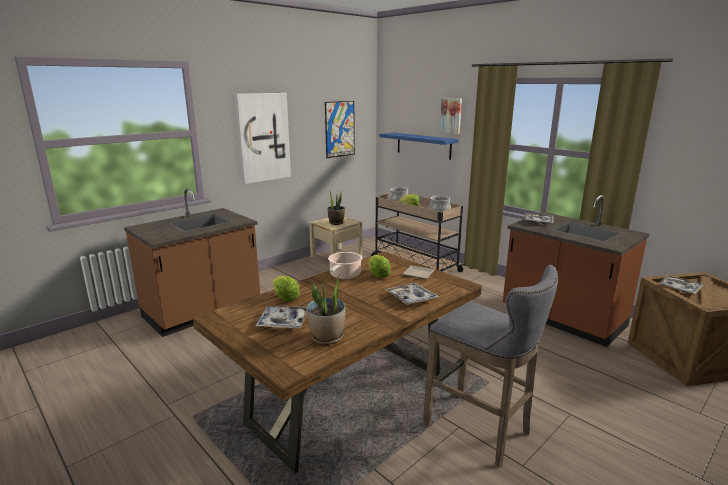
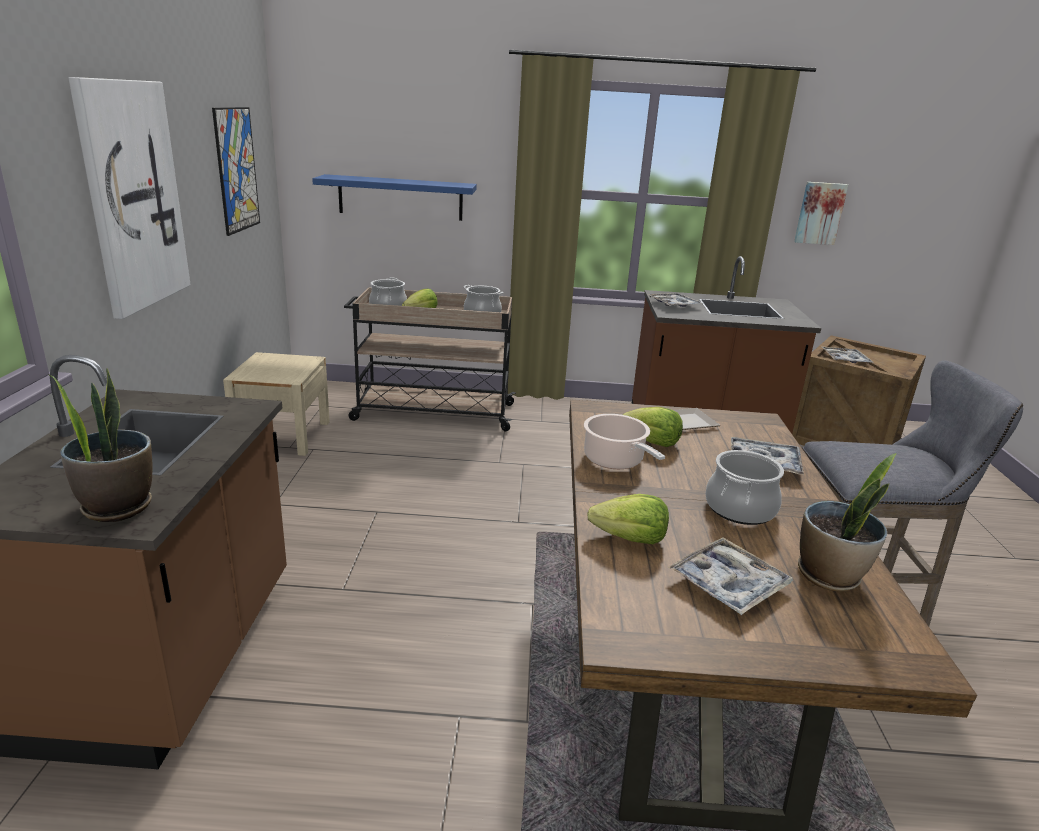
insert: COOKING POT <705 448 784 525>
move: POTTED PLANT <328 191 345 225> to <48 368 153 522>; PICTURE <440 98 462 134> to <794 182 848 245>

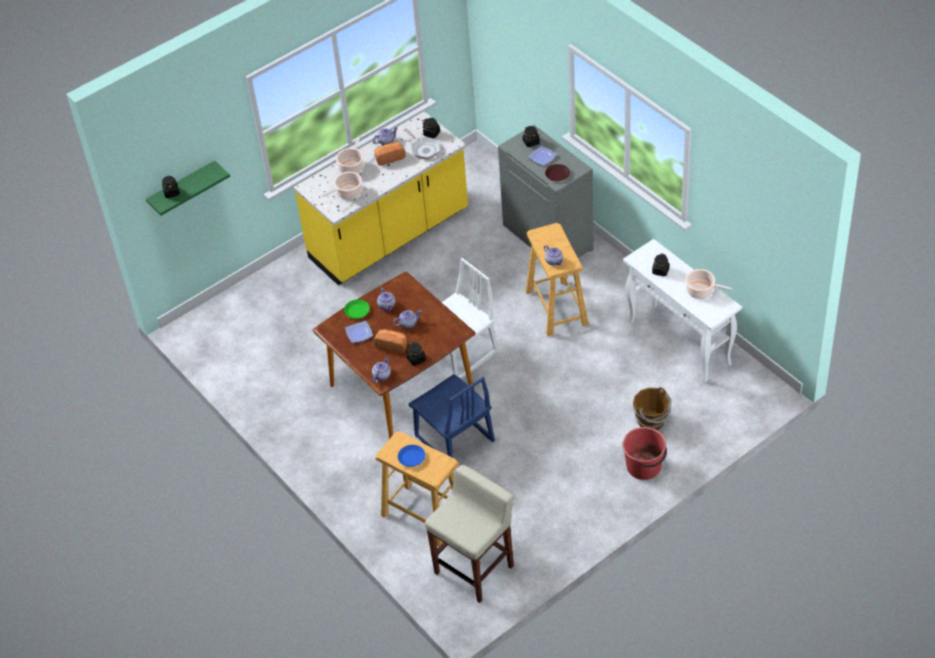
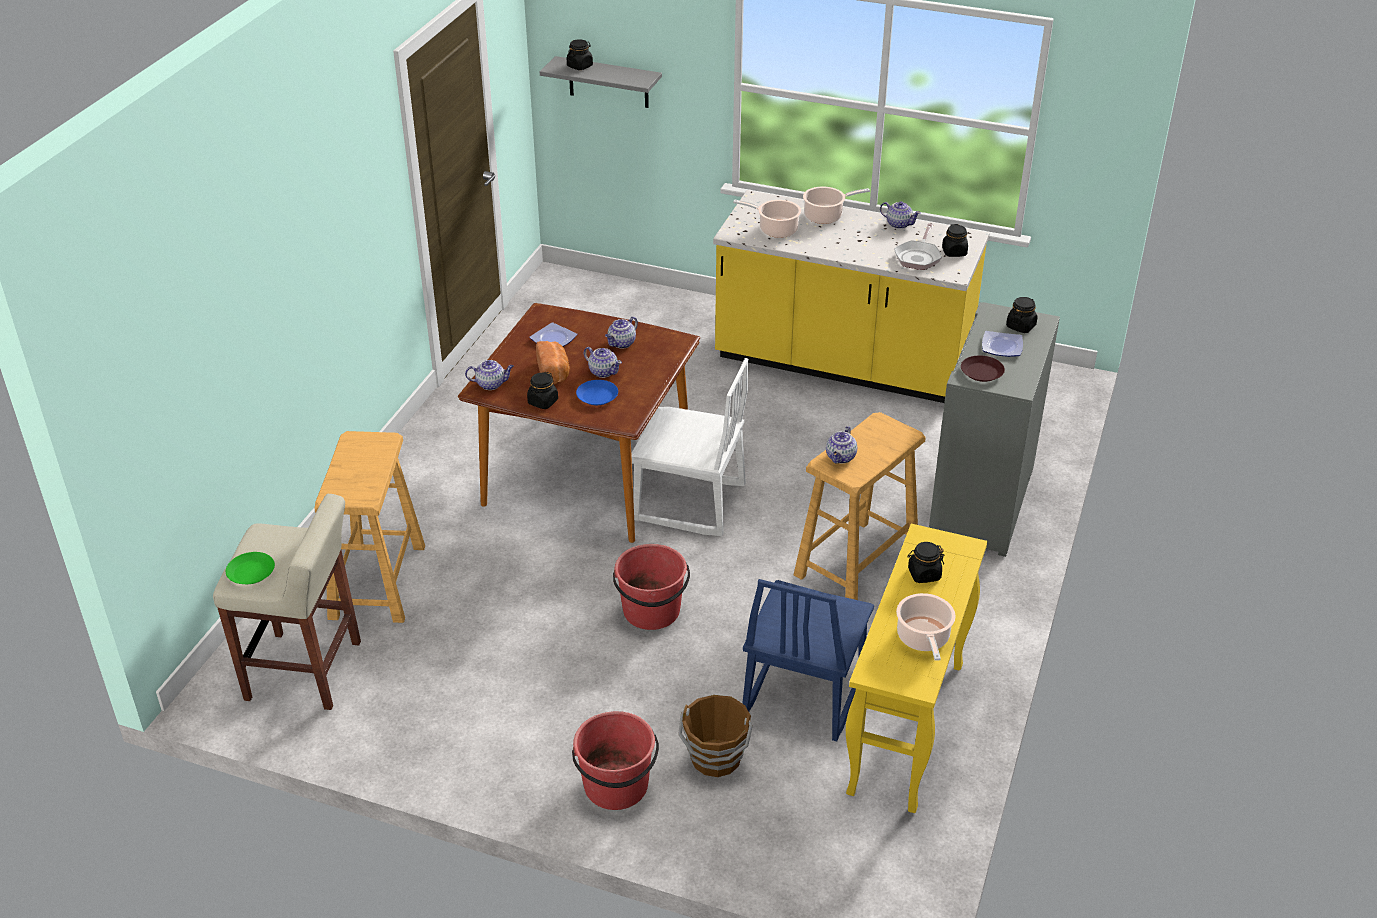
delete: BREAD <375 142 405 166>
insert: RED BUCKET <613 544 690 630>
move: GREEN PLATE <344 299 370 319> to <226 552 275 584>; BLUE PLATE <398 445 425 467> to <576 380 618 405>; BLUE CHAIR <408 374 495 458> to <742 579 874 741>
recolor: GREEN SHELF <146 161 230 216> to GREY SHELF <540 56 662 108>; WHITE CONSOLE TABLE <623 239 742 383> to YELLOW CONSOLE TABLE <846 524 987 813>

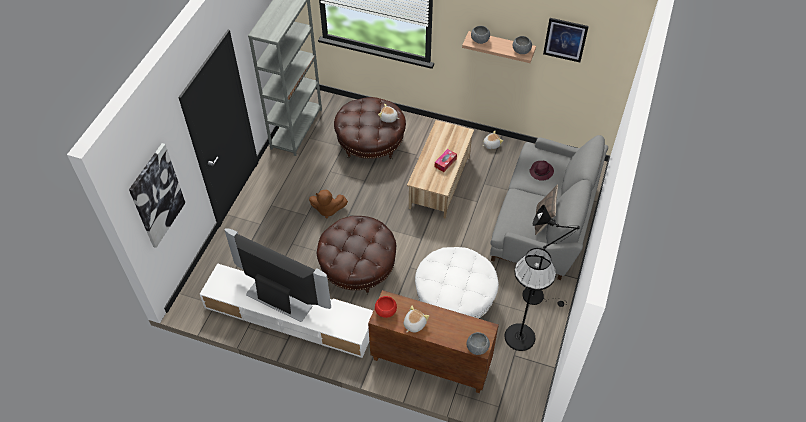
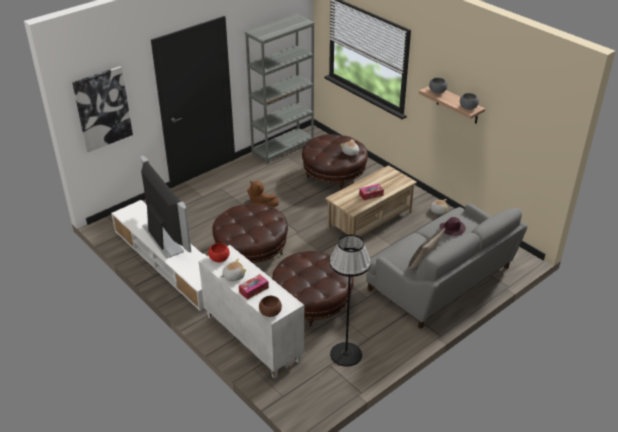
delete: BLACK FLOOR LAMP <523 205 580 307>; PICTURE <543 18 589 62>
insert: TISSUE BOX <239 274 269 300>
recolor: BROWN CABINET <368 290 499 393> to WHITE CABINET <199 245 304 379>; WHITE OTTOMAN <415 247 499 319> to BROWN OTTOMAN <272 251 354 329>; GREY BOWL <467 332 490 355> to BROWN BOWL <259 296 282 317>

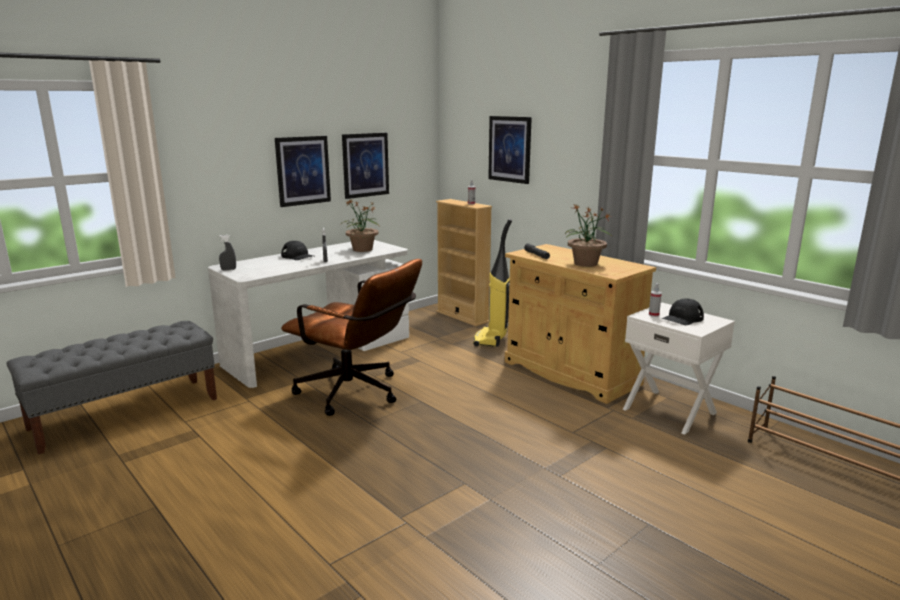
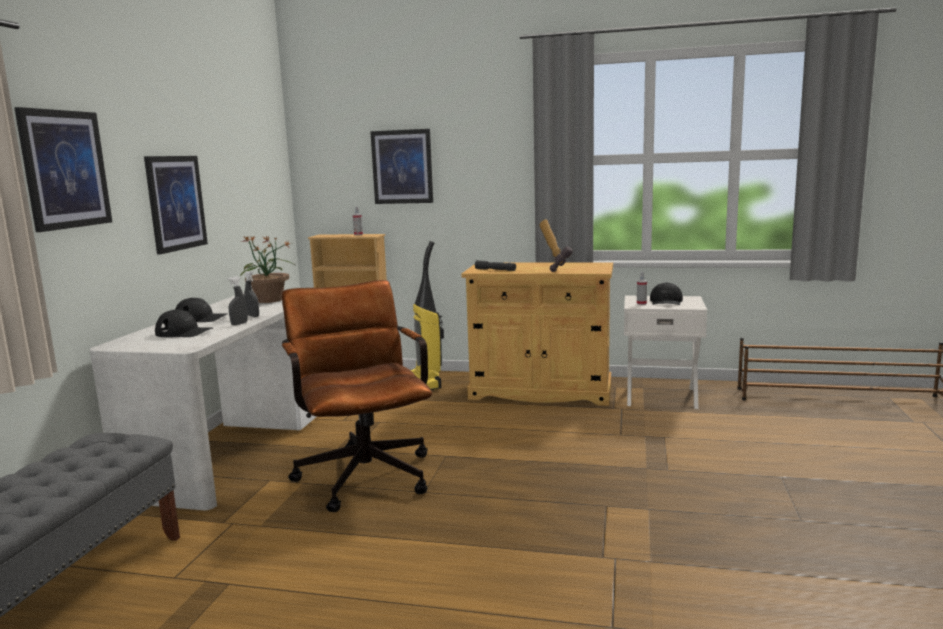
insert: BLACK CAP <155 310 213 337>
move: GREY SPRAY BOTTLE <219 235 236 270> to <227 276 248 325>; PICTURE <342 133 389 199> to <14 107 112 232>
replace: POTTED PLANT <565 204 613 267> to HAMMER <539 219 573 272>
rotate: BROWN OFFICE CHAIR <281 259 422 416> = <282 280 432 512> 105 degrees counterclockwise

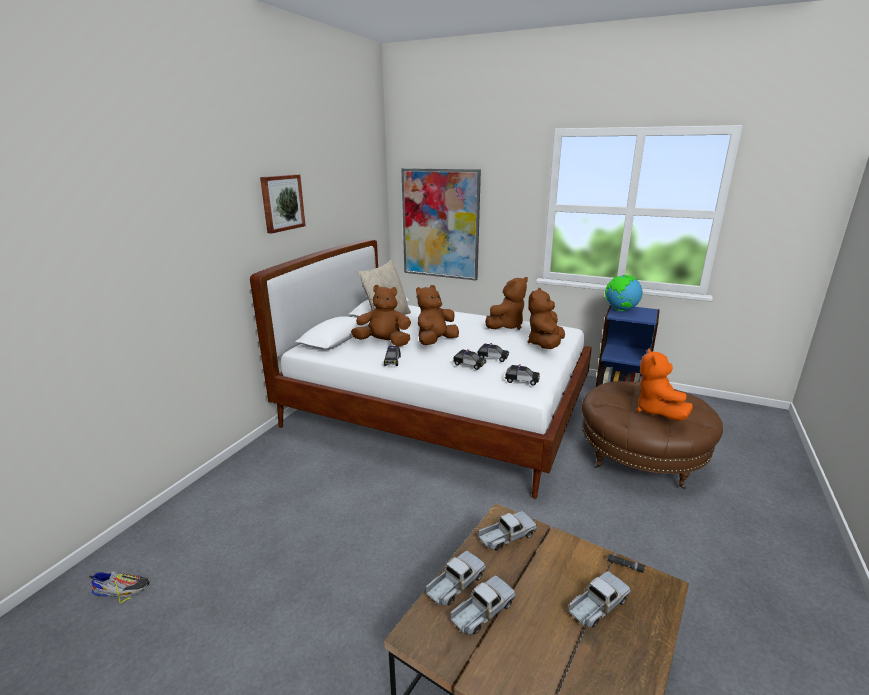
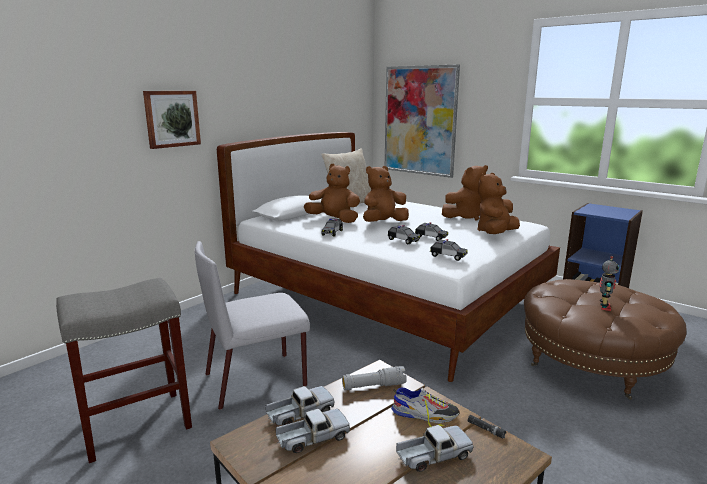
delete: GLOBE <605 275 642 311>
insert: GREY STOOL <56 278 192 463>; GREY CHAIR <195 241 310 410>
move: SHOE <90 571 150 603> to <391 387 460 427>; PICTURE <260 174 306 234> to <143 91 201 149>
replace: TOY TRUCK <478 511 537 551> to GREY FLASHLIGHT <342 366 407 390>; ORANGE PLUSH TOY <637 348 693 421> to TOY ROBOT <599 256 619 311>

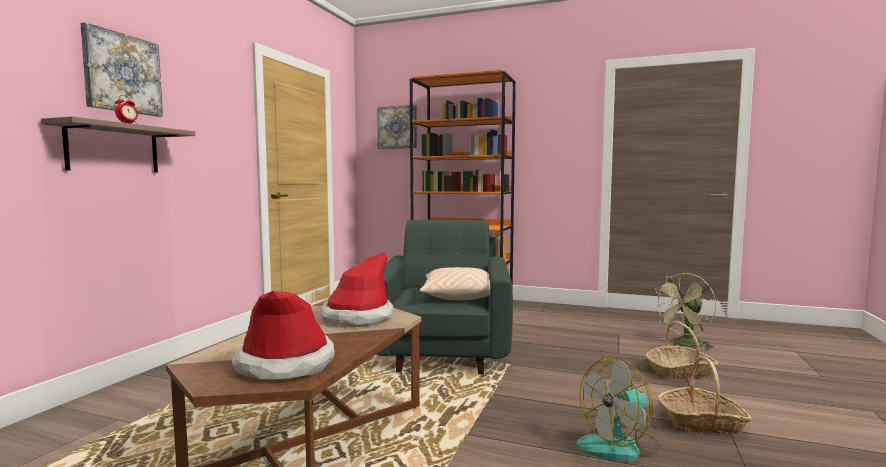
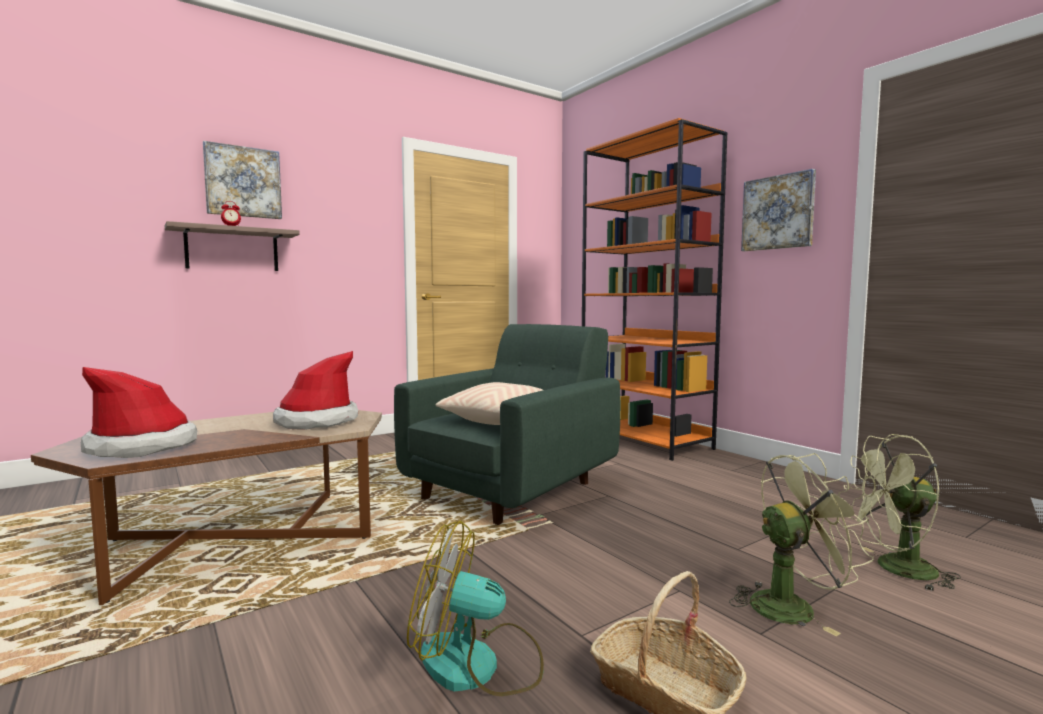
move: PICTURE <377 105 417 149> to <741 169 816 251>
replace: BASKET <646 321 718 380> to GREEN FAN <729 453 874 636>

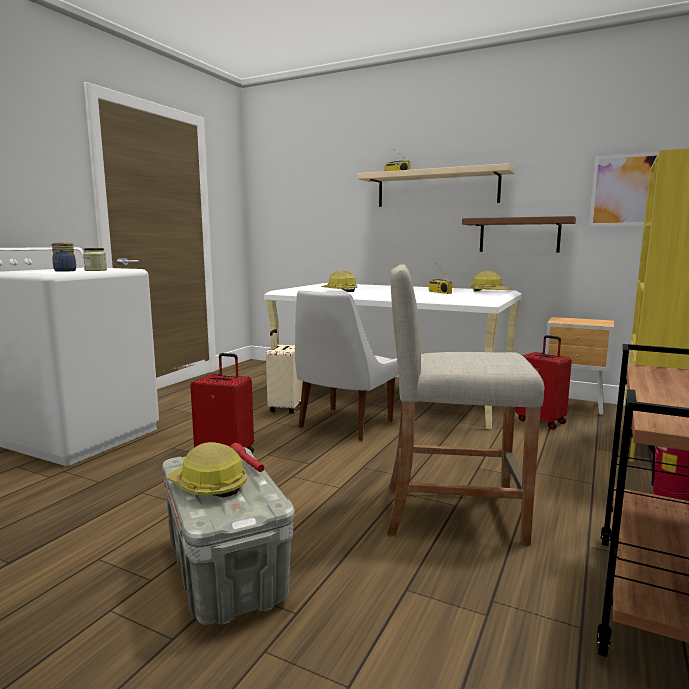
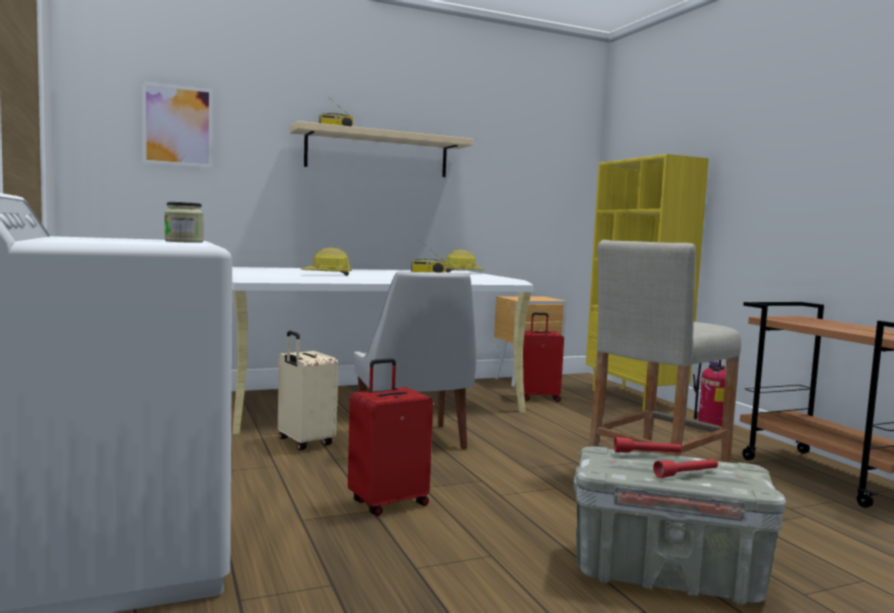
delete: JAR <52 242 76 272>; BROWN SHELF <462 216 576 252>
move: PICTURE <589 152 659 226> to <142 81 213 168>
replace: HARD HAT <166 442 247 498> to RED FLASHLIGHT <653 459 718 478>

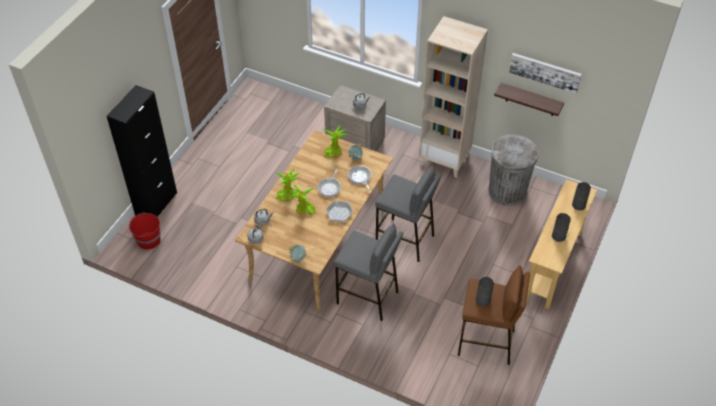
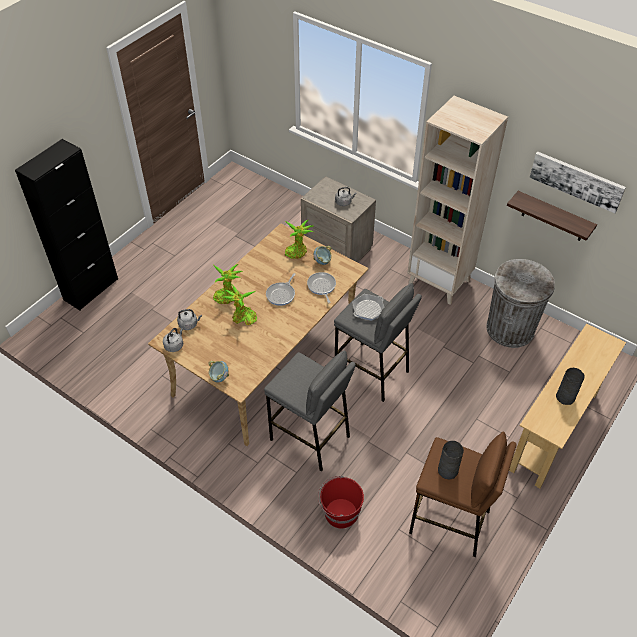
delete: GREY VASE <572 182 591 210>
move: RED BUCKET <128 212 161 249> to <318 476 364 529>; FRYING PAN <326 201 353 222> to <352 294 384 321>

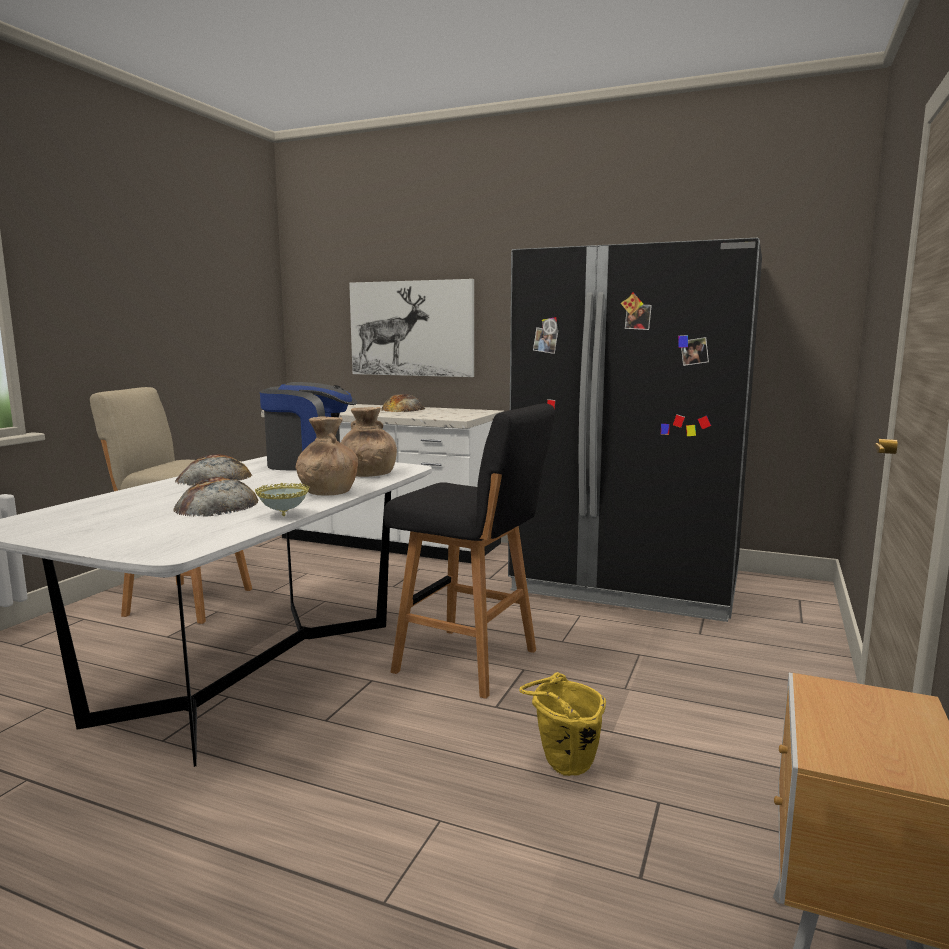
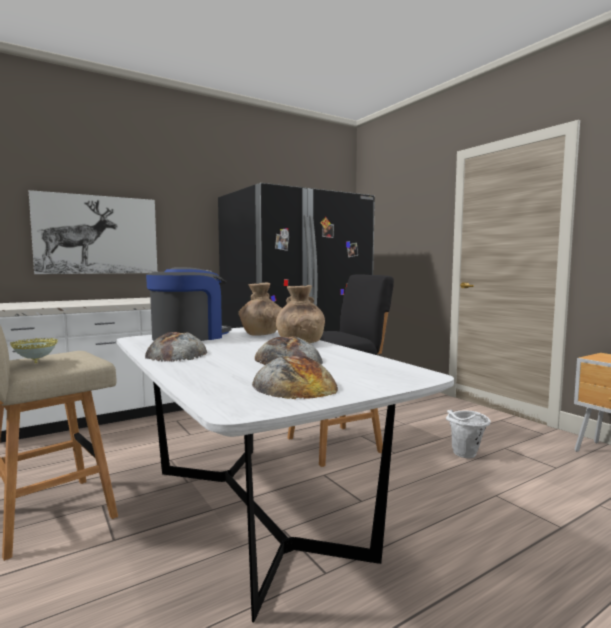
move: BOWL <255 483 309 516> to <10 338 58 363>; BREAD <381 394 425 412> to <252 355 338 399>
recolor: YELLOW BUCKET <519 672 606 776> to WHITE BUCKET <446 410 491 458>

